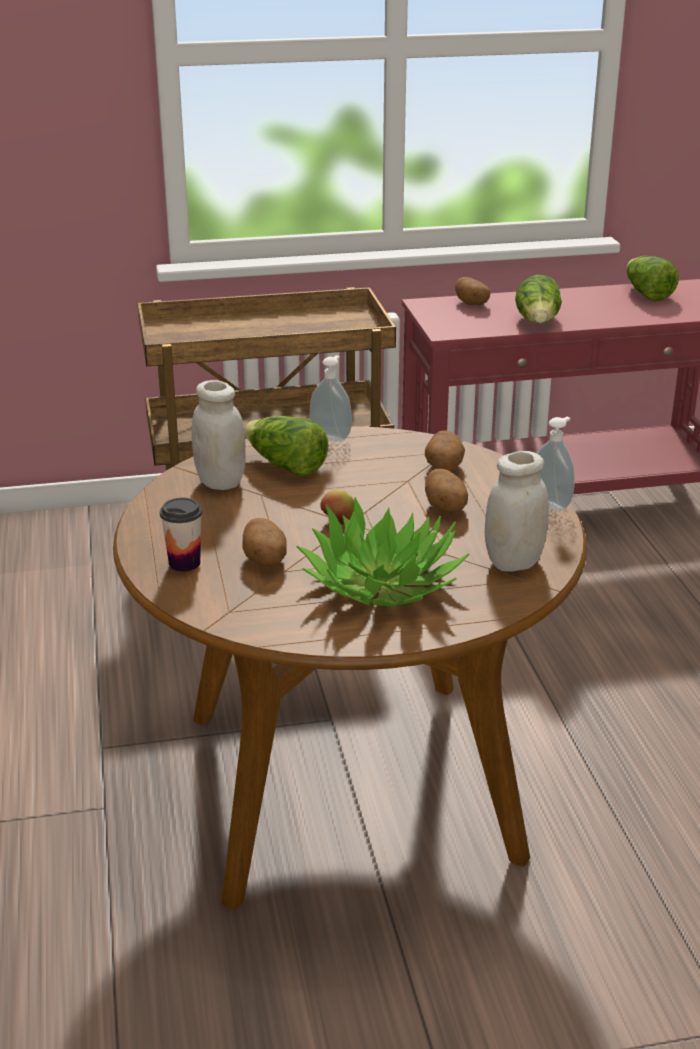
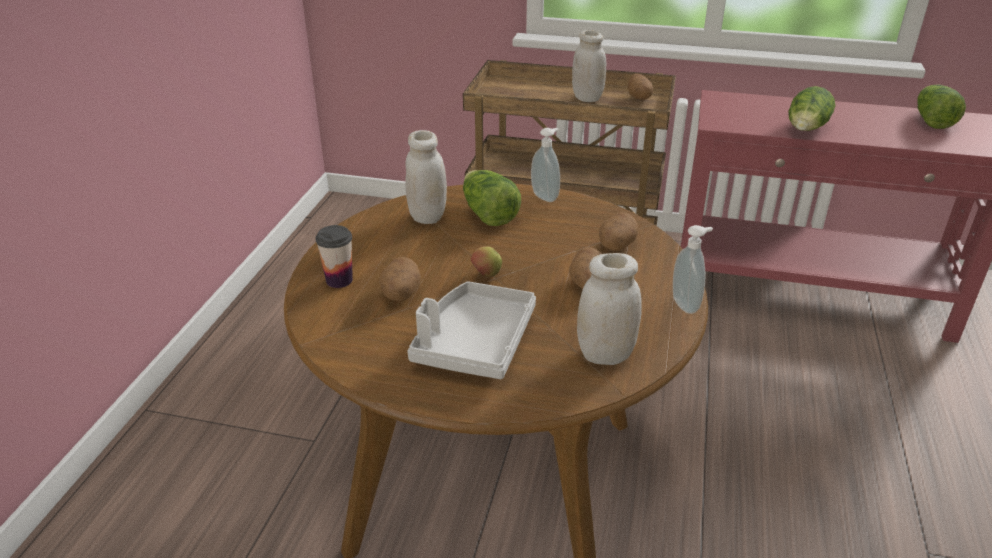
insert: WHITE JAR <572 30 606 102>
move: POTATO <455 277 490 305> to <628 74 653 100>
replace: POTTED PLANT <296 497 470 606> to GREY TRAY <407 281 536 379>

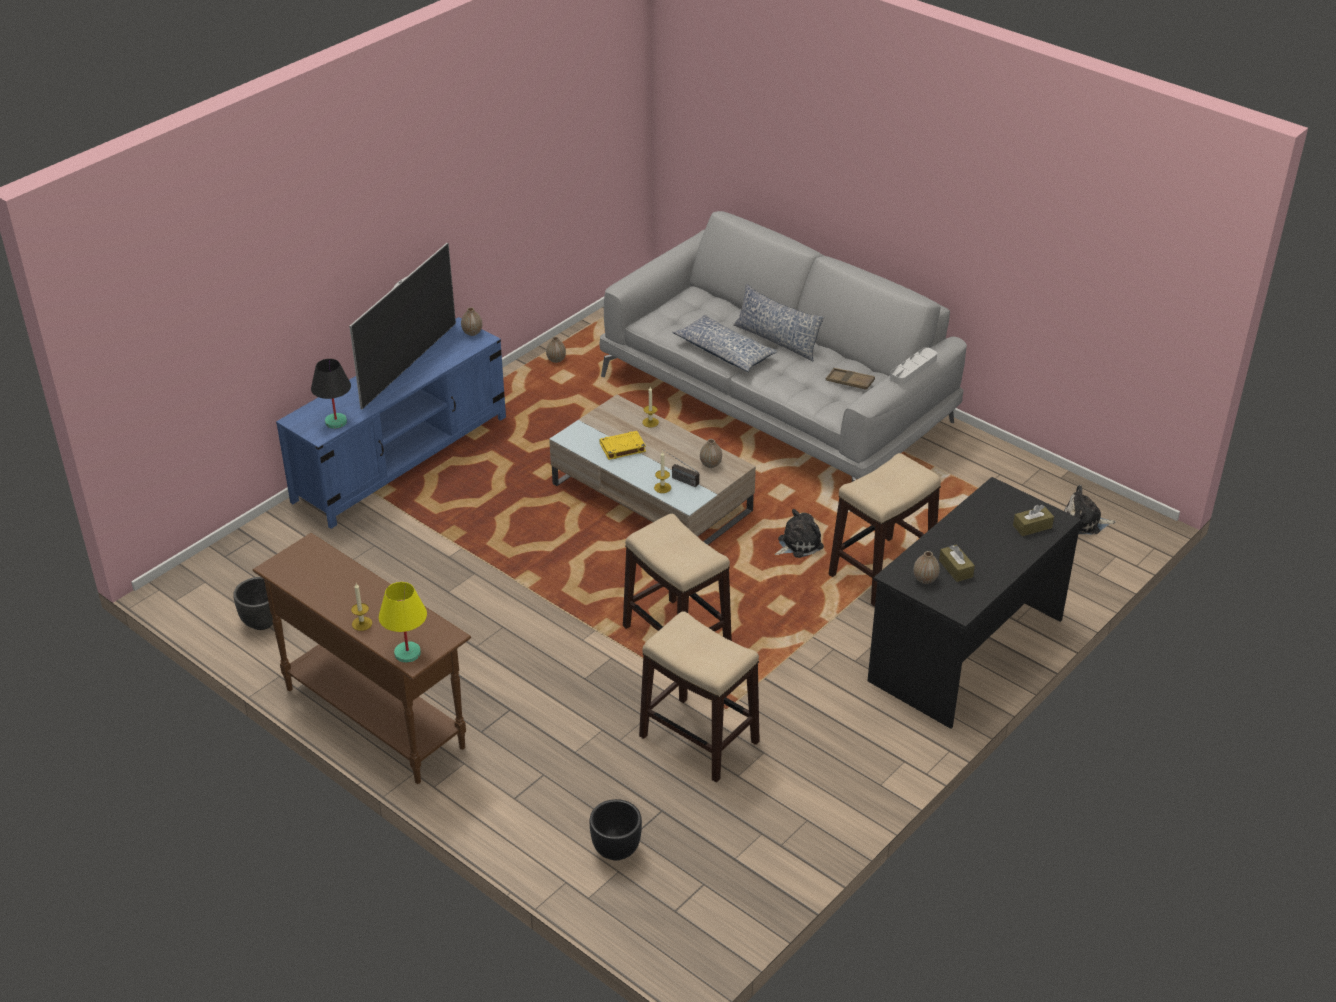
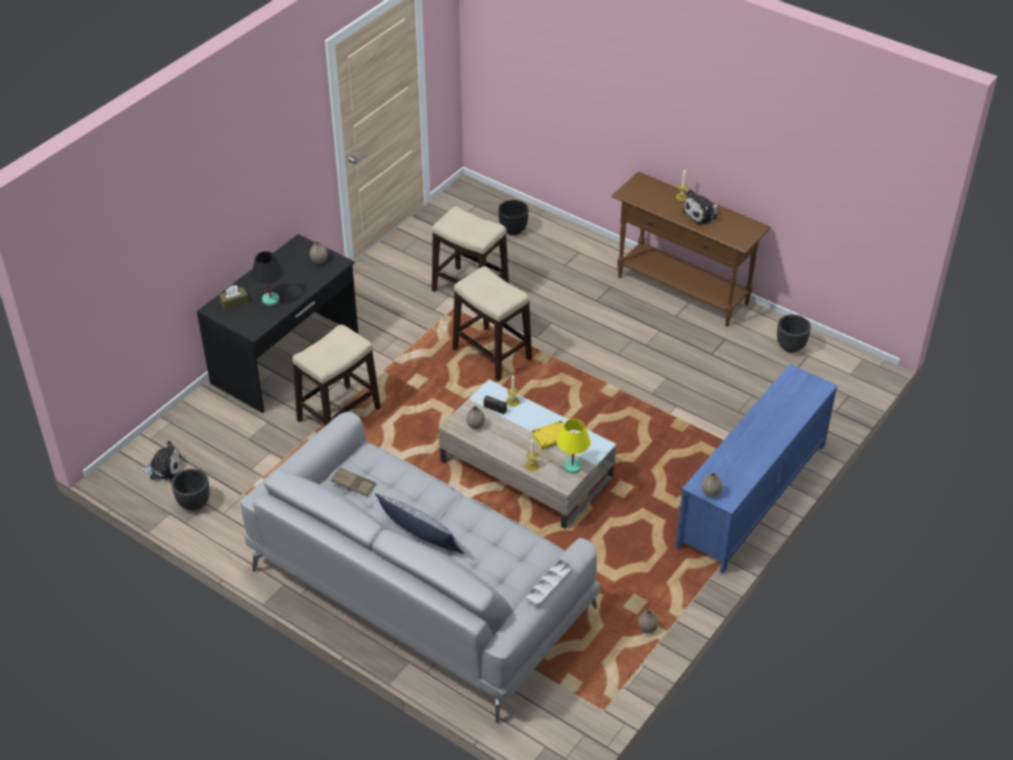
delete: TELEVISION <349 243 456 409>; PILLOW <672 315 778 372>; BROWN TISSUE BOX <939 544 975 582>
insert: BLACK PLANTER <172 469 210 511>
move: BLACK TABLE LAMP <311 359 351 429> to <251 251 283 306>; YELLOW TABLE LAMP <379 582 427 663> to <557 419 590 474>; PLUSH TOY <774 509 824 558> to <682 189 718 225>; GREY TRAY <890 347 937 385> to <527 560 572 608>

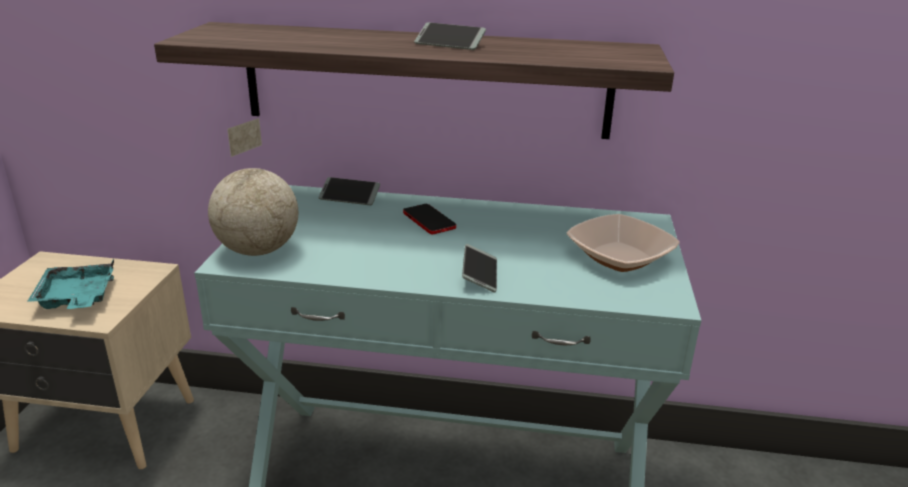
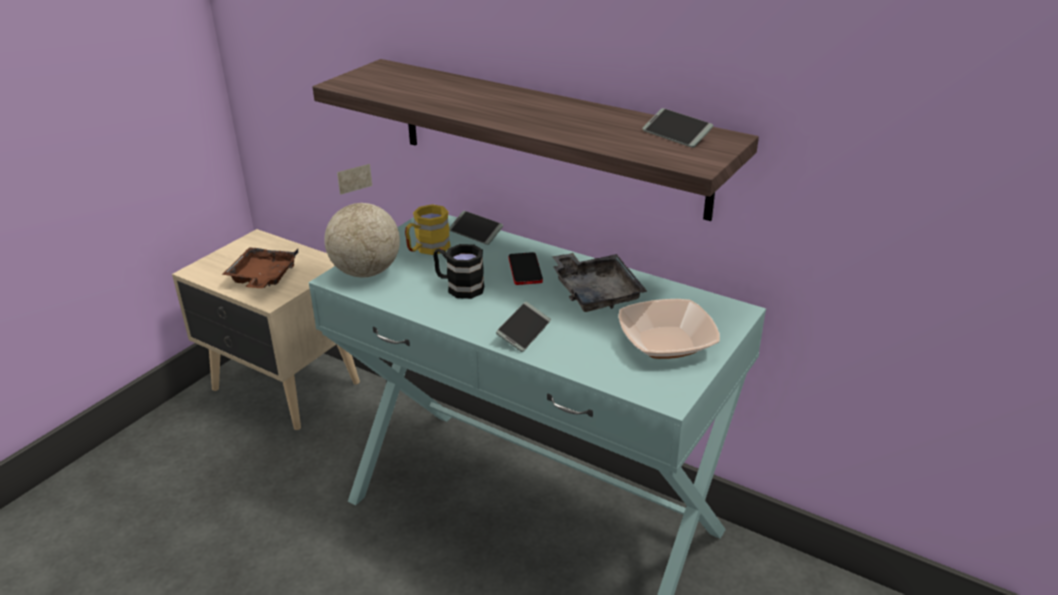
insert: YELLOW MUG <405 204 451 255>; BLACK MUG <433 244 484 299>; GREY TRAY <552 253 647 312>
move: PHONE <414 22 486 50> to <642 108 713 148>
recolor: TURQUOISE TRAY <27 259 114 309> to BROWN TRAY <222 247 298 288>

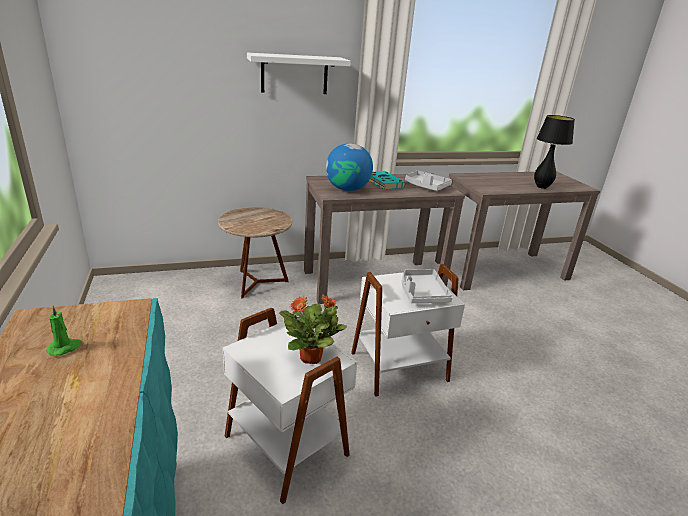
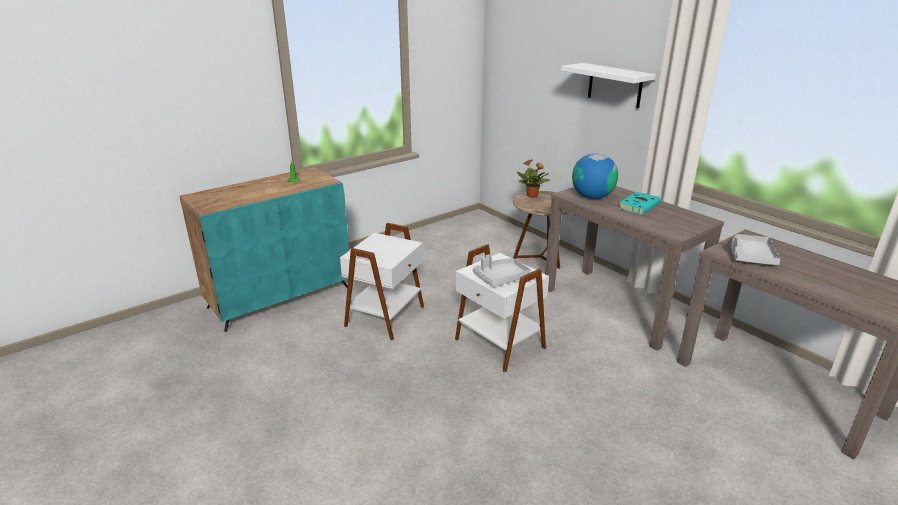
delete: BLACK TABLE LAMP <534 115 575 189>
move: POTTED PLANT <279 294 347 364> to <517 159 550 198>; GREY TRAY <405 171 452 191> to <731 234 780 265>

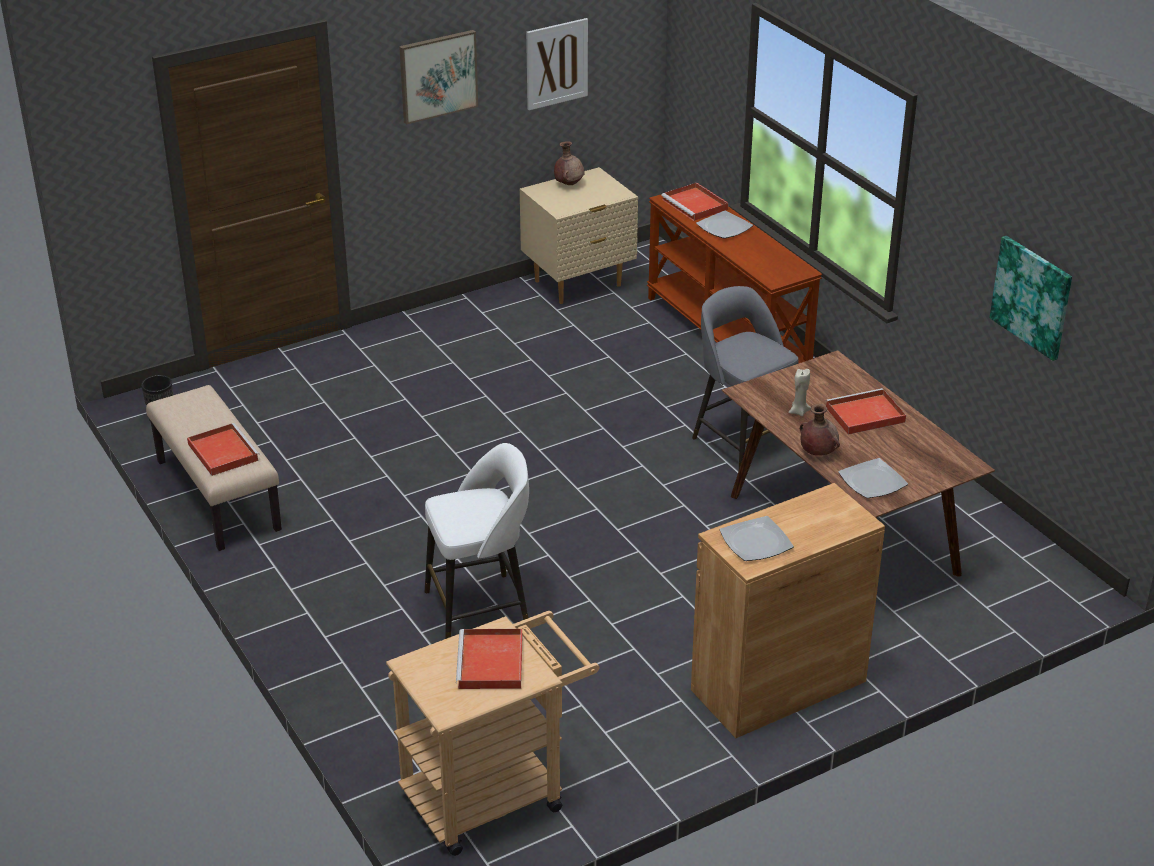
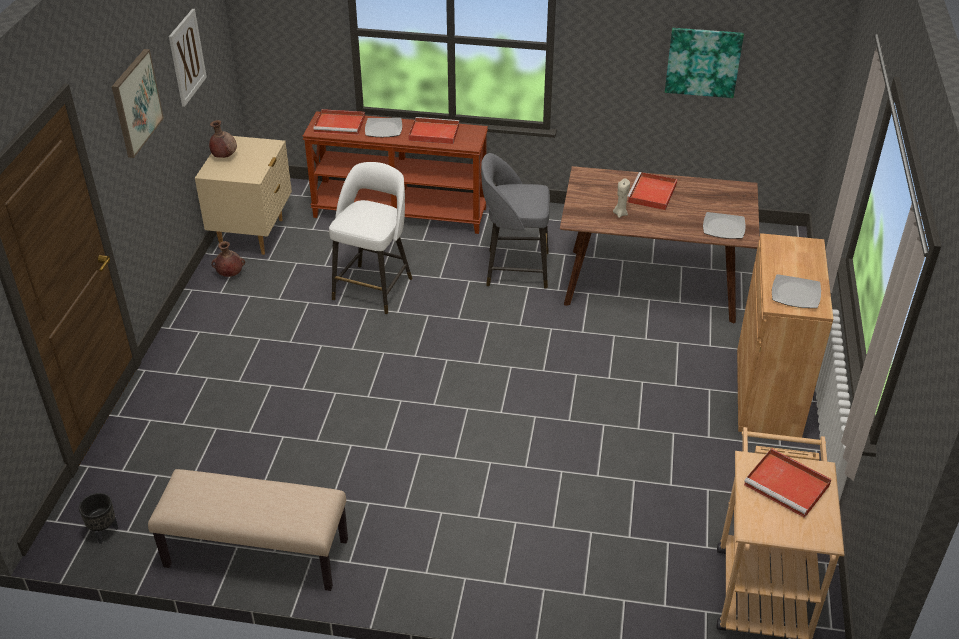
move: RED TRAY <187 423 260 476> to <408 117 459 144>; WHITE STOOL <425 443 529 639> to <329 162 412 314>; BROWN VASE <800 404 840 456> to <212 241 245 277>

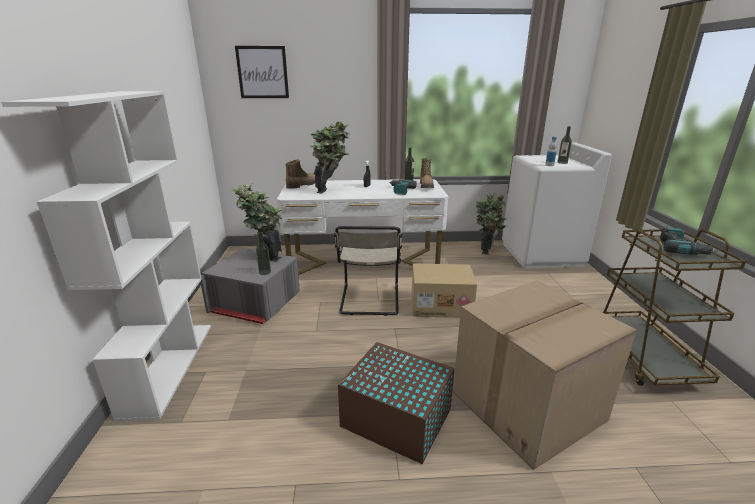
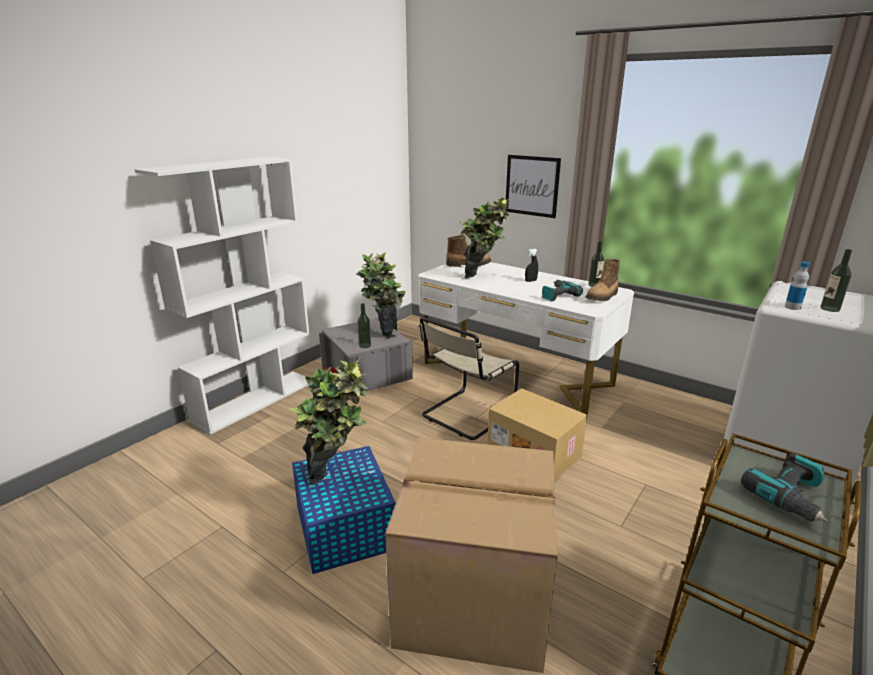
move: PICTURE <235 46 289 98> to <505 155 561 218>; POTTED PLANT <476 193 506 255> to <289 358 368 485>
recolor: BROWN STORAGE BOX <338 342 455 464> to BLUE STORAGE BOX <292 446 396 574>

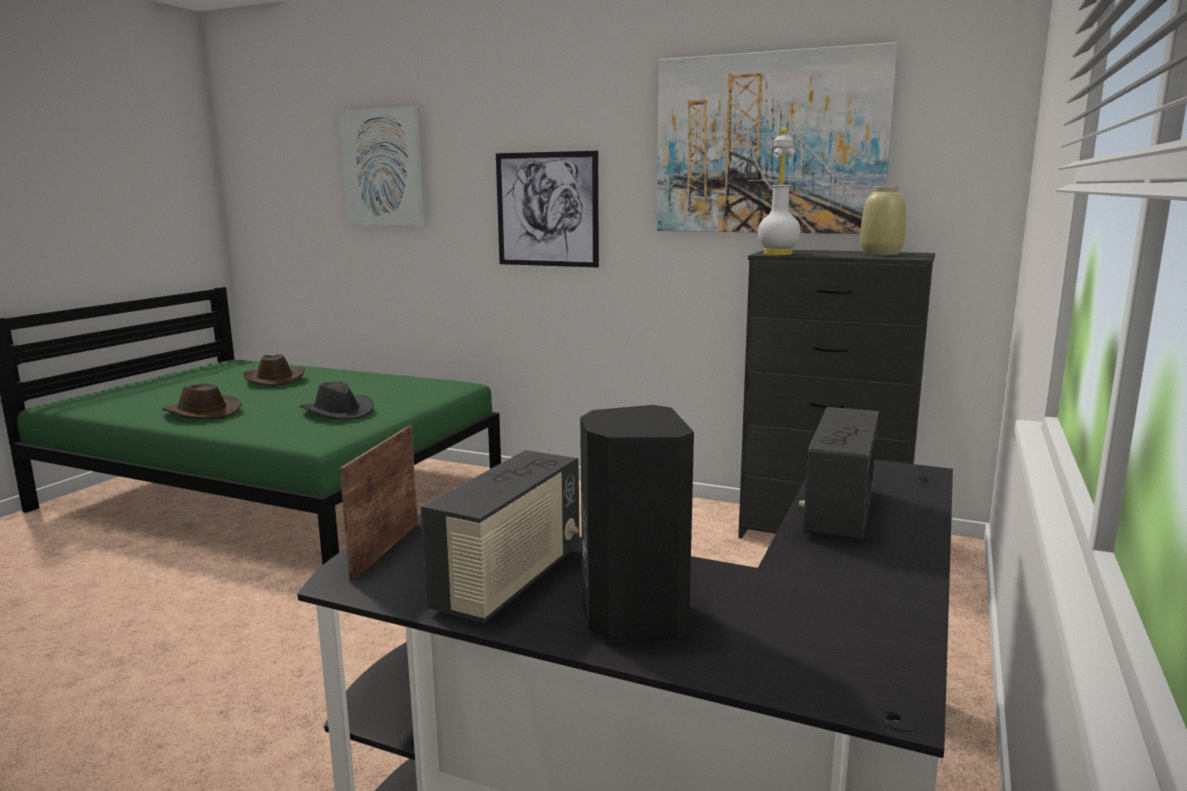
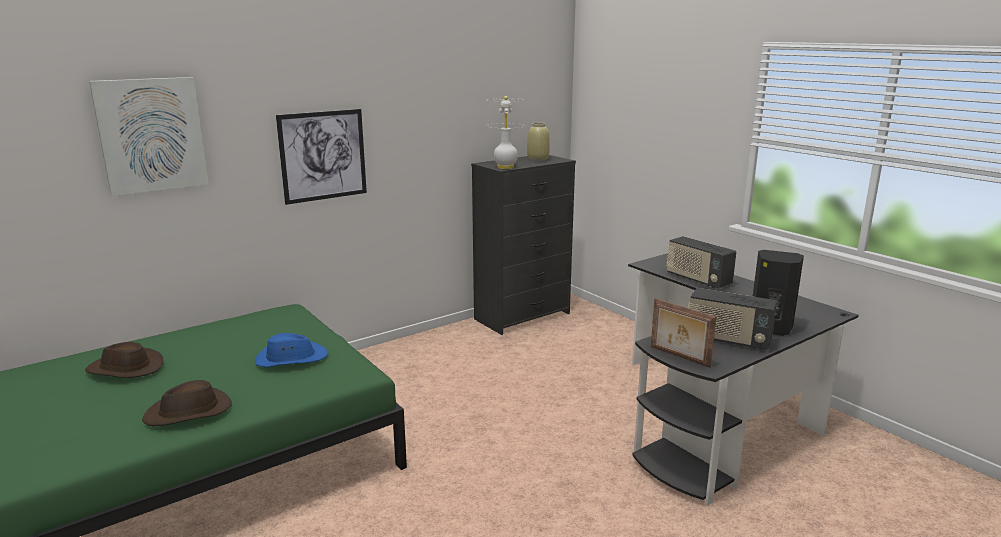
delete: PICTURE <657 42 898 234>
recolor: BLACK HAT <299 381 373 420> to BLUE HAT <255 333 328 367>
rotate: RADIO <421 450 580 623> = <688 288 777 350> 150 degrees clockwise

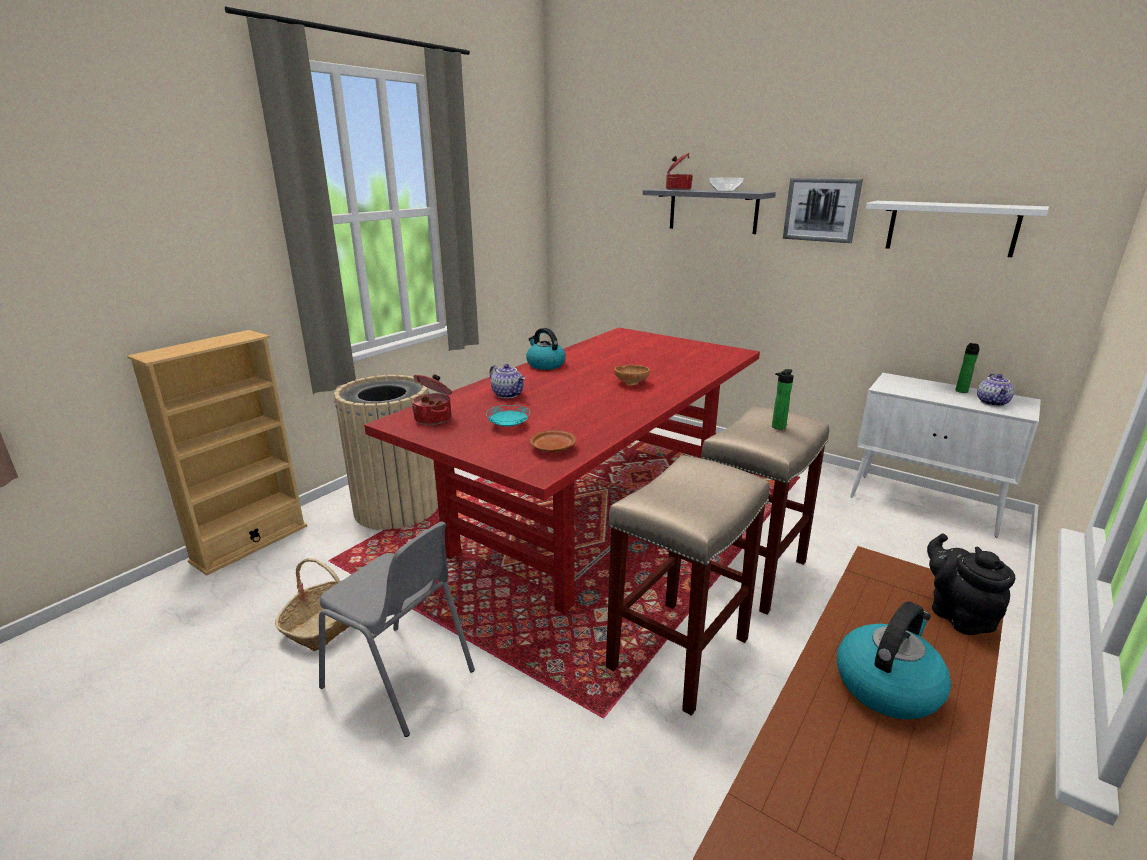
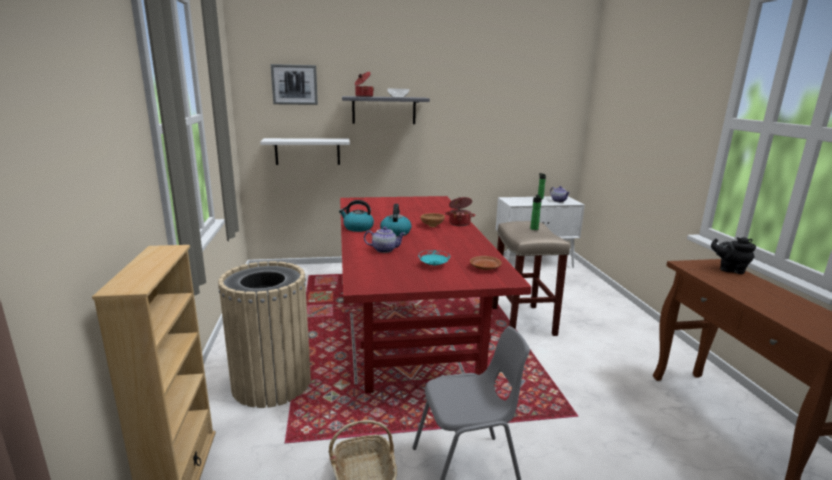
delete: BEIGE STOOL <606 455 770 716>
move: COOKING POT <412 374 452 425> to <445 197 475 226>; PICTURE <783 178 863 243> to <271 64 318 105>; KETTLE <837 601 951 720> to <380 204 411 237>; WHITE SHELF <866 201 1049 257> to <260 138 350 165>

